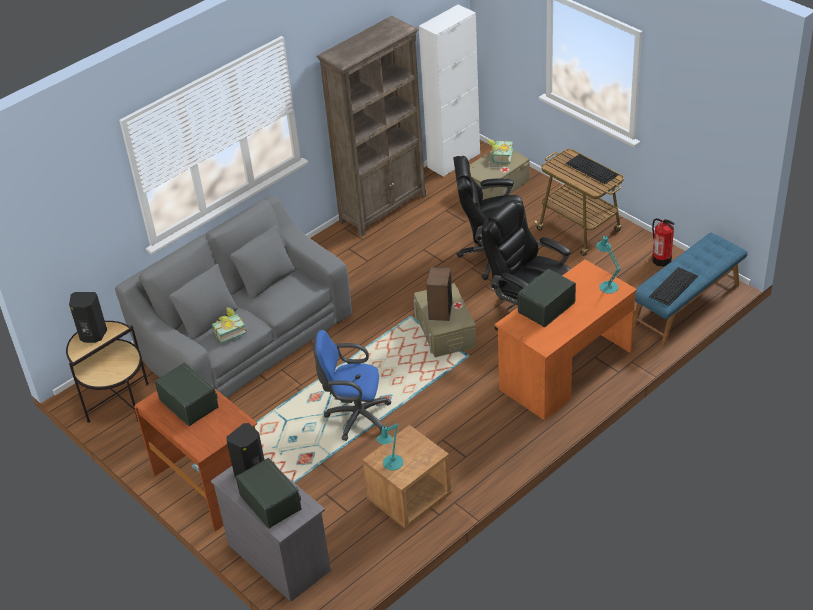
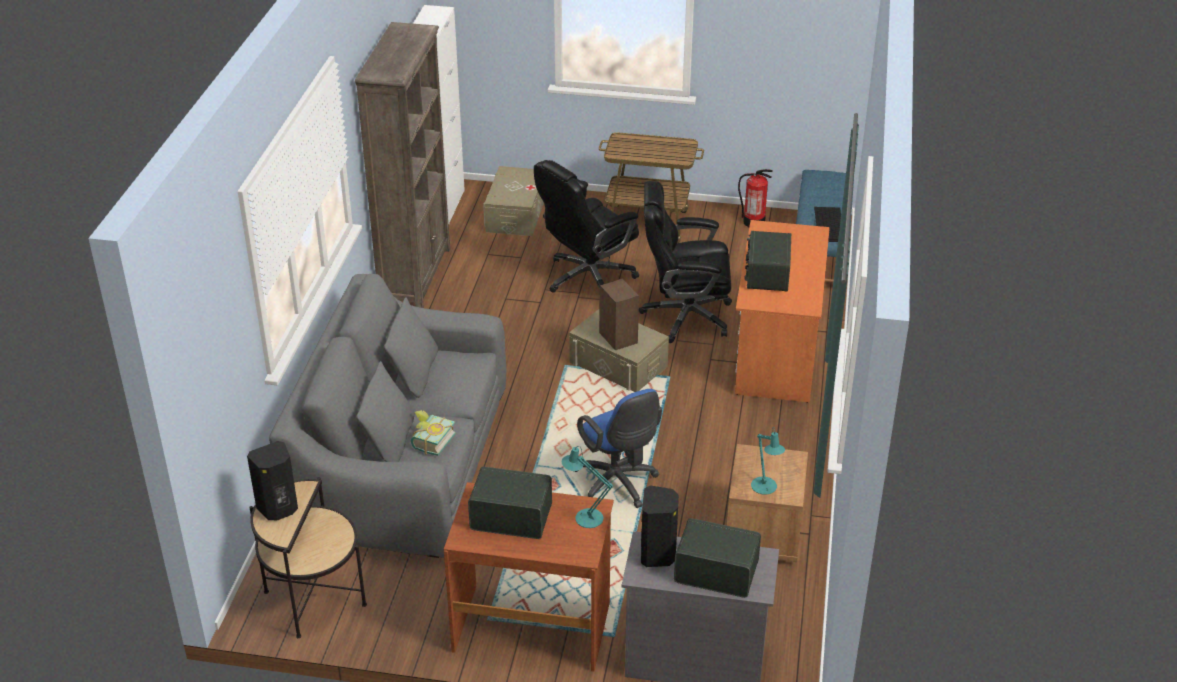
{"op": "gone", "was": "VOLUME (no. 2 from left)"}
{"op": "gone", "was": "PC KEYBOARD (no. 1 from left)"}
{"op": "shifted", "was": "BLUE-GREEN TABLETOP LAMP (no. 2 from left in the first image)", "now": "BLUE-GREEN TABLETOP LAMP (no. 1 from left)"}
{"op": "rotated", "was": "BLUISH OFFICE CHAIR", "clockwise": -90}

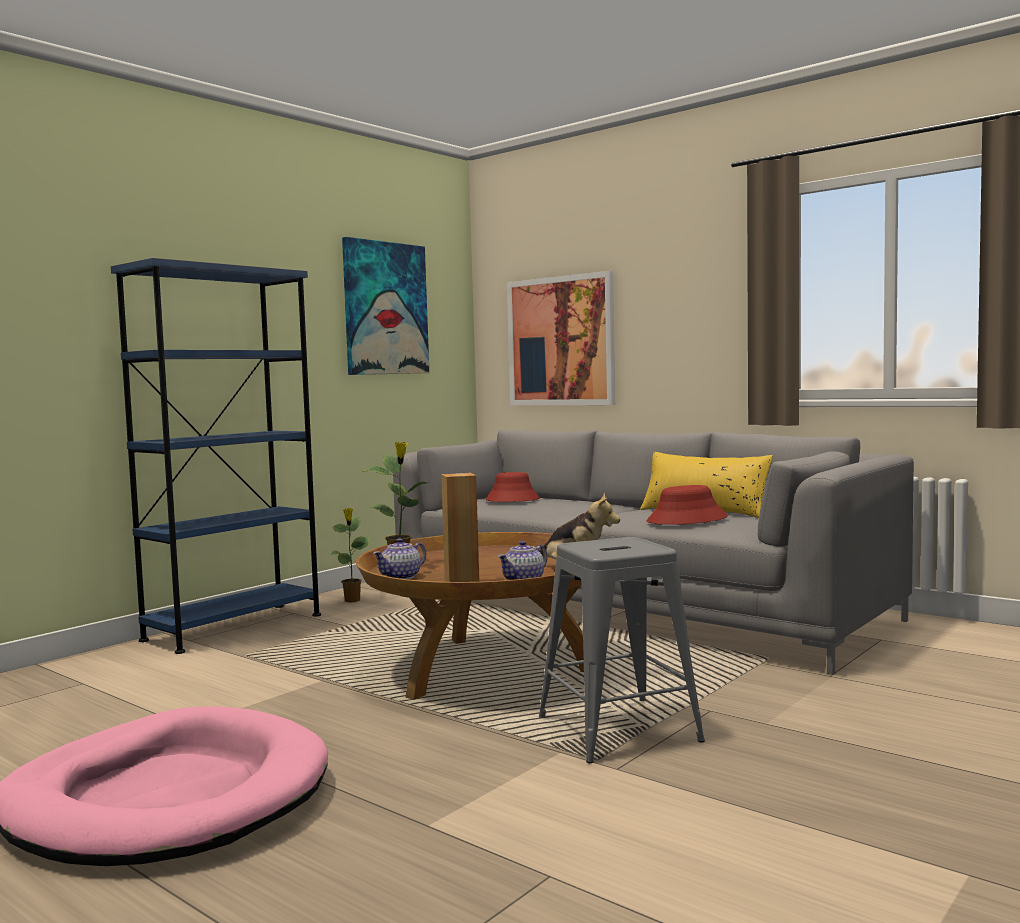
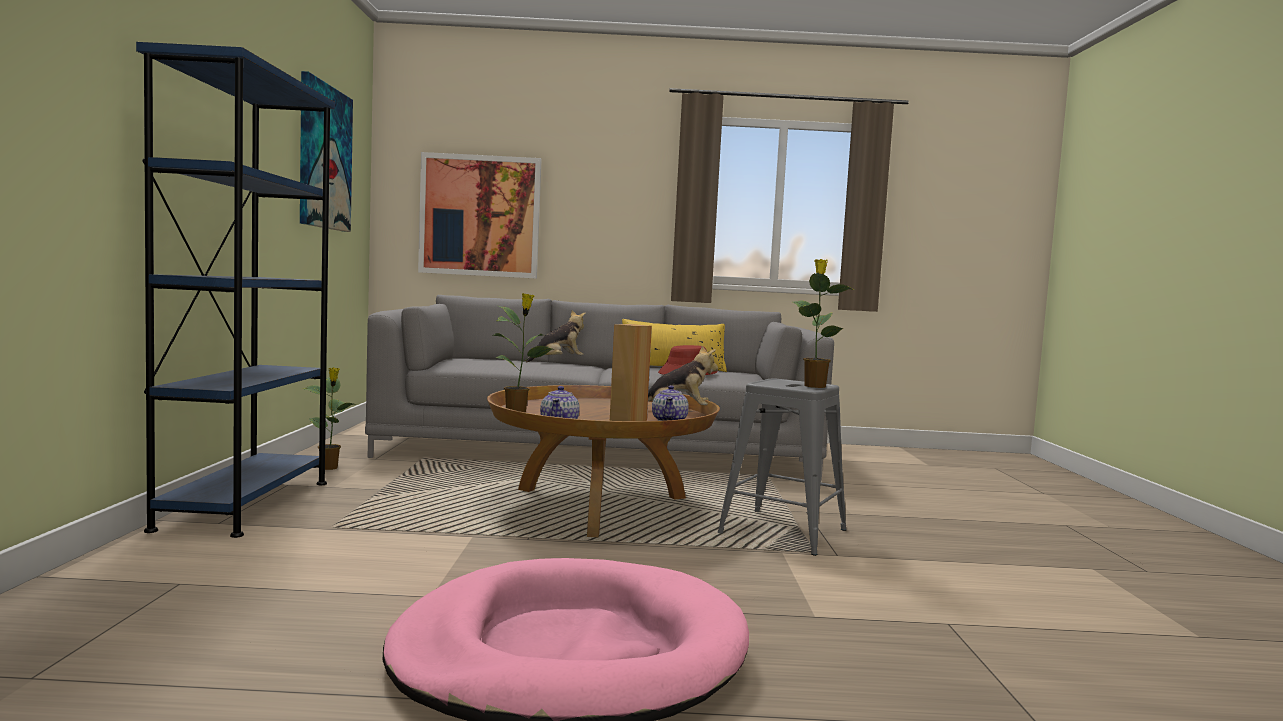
{"op": "gone", "was": "RED CLOTHING HAT (no. 1 from left)"}
{"op": "new", "now": "SOFT TOY (no. 1 from left)"}
{"op": "new", "now": "HOUSEPLANT (no. 3 from left)"}

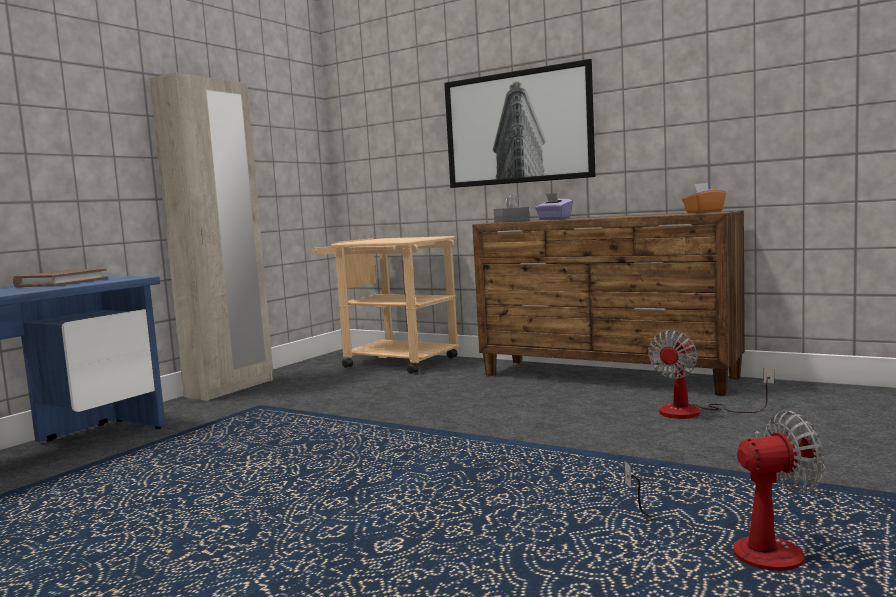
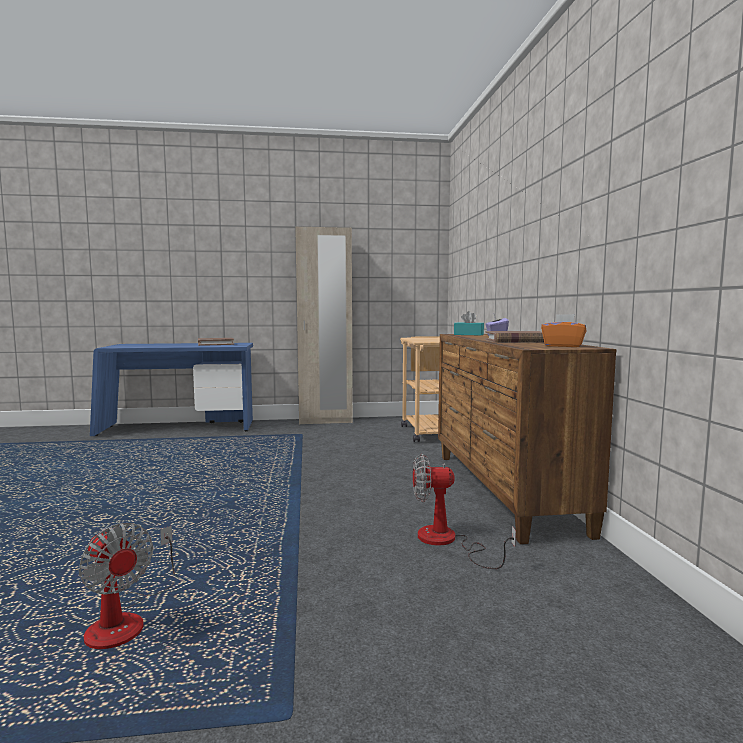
{"op": "gone", "was": "WALL ART"}
{"op": "new", "now": "BROWNISH VOLUME (no. 2 from left)"}
{"op": "repainted", "was": "GRAY BOX OF TISSUES", "now": "BLUE-GREEN BOX OF TISSUES"}

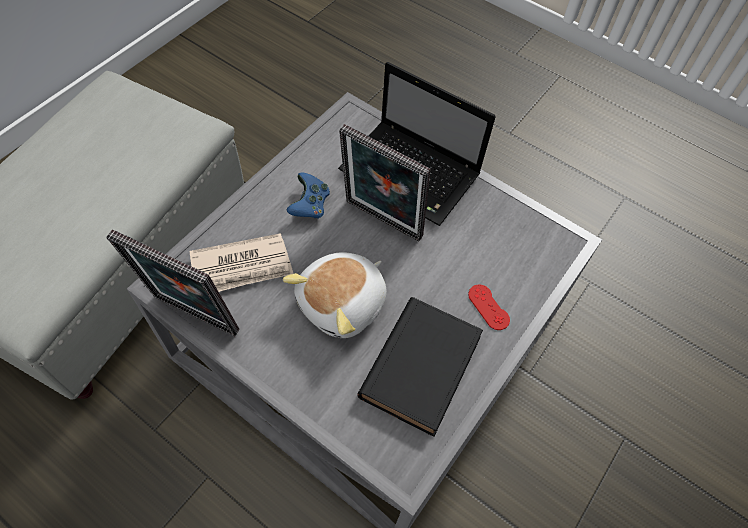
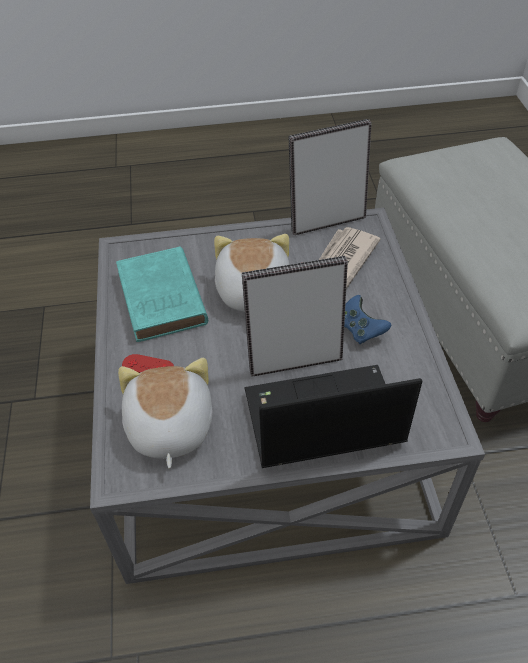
{"op": "new", "now": "SOFT TOY (no. 1 from left)"}
{"op": "repainted", "was": "BLACK-COLOURED VOLUME", "now": "BLUE-GREEN VOLUME"}

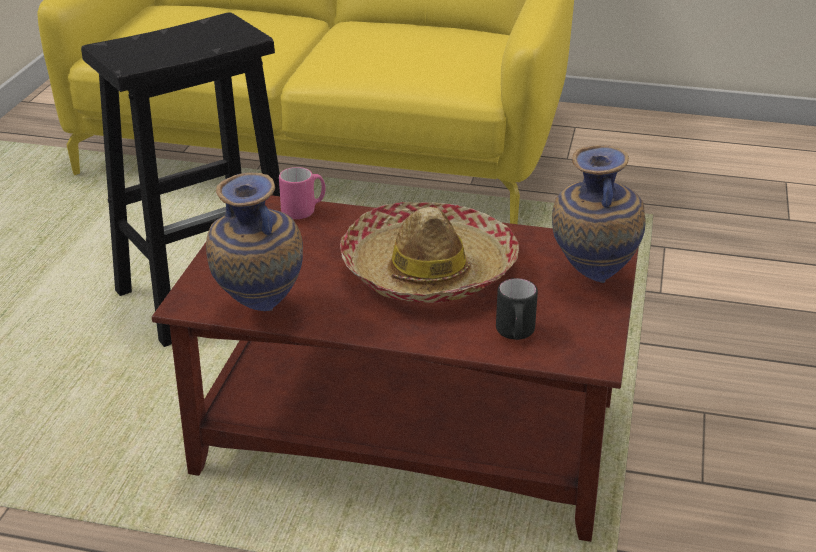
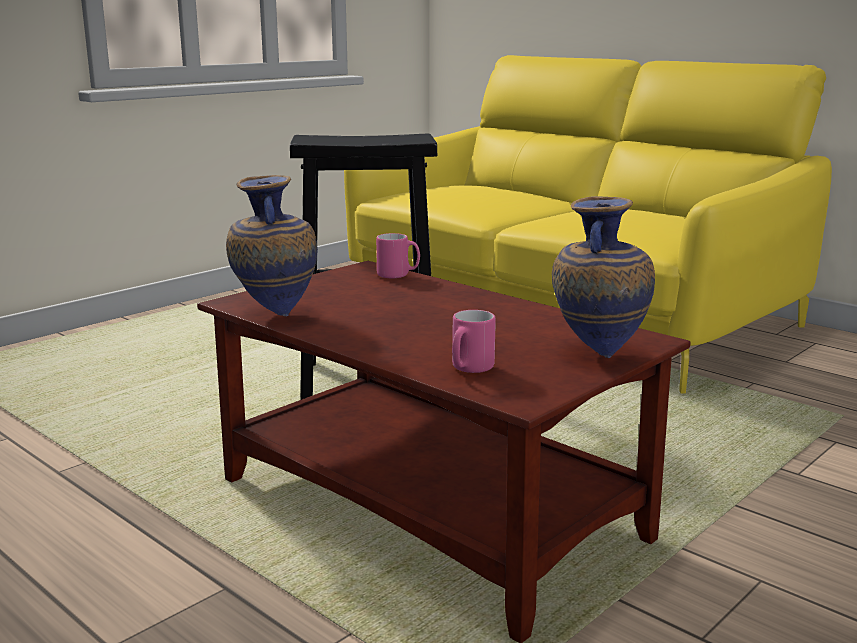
{"op": "gone", "was": "CLOTHING HAT"}
{"op": "repainted", "was": "BLACK-COLOURED TEA MUG", "now": "PINK TEA MUG (no. 2 from left)"}

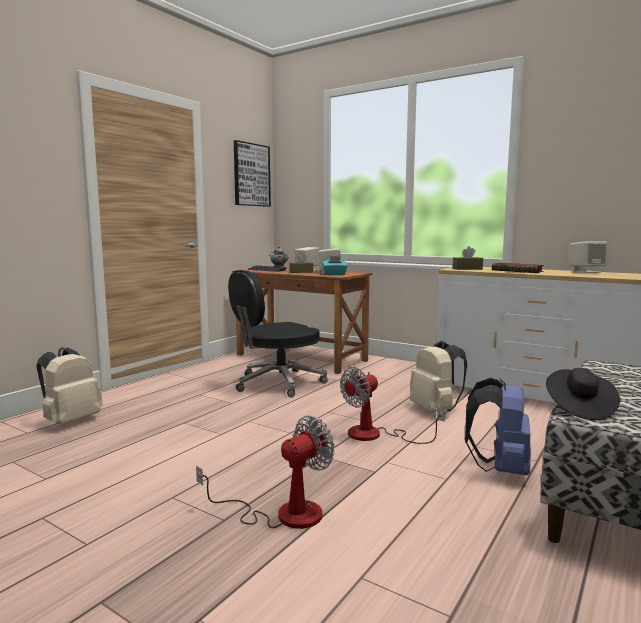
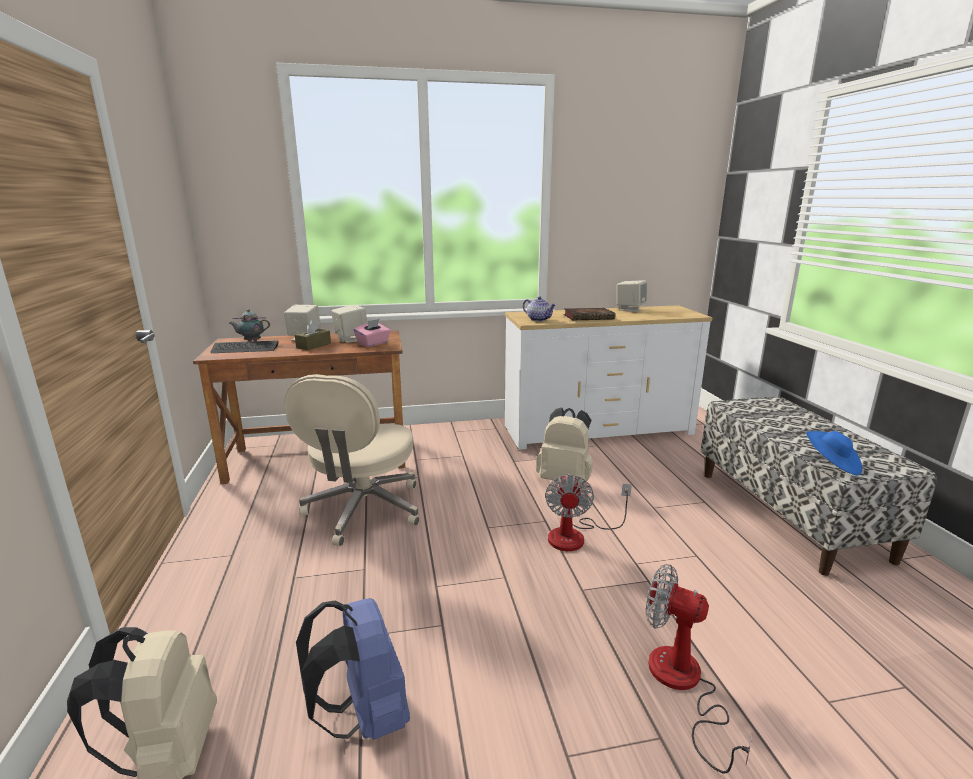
{"op": "gone", "was": "WALL ART"}
{"op": "shifted", "was": "BLUISH RUCKSACK"}
{"op": "swapped", "was": "BROWNISH BOX OF TISSUES (no. 2 from left)", "now": "TEAPOT (no. 2 from left)"}
{"op": "repainted", "was": "BLACK-COLOURED OFFICE CHAIR", "now": "BEIGE OFFICE CHAIR"}
{"op": "repainted", "was": "BLUE-GREEN BOX OF TISSUES", "now": "PINK BOX OF TISSUES"}
{"op": "repainted", "was": "BLACK-COLOURED CLOTHING HAT", "now": "BLUISH CLOTHING HAT"}
{"op": "rotated", "was": "FAN (no. 1 from left in the first image)", "clockwise": -60}

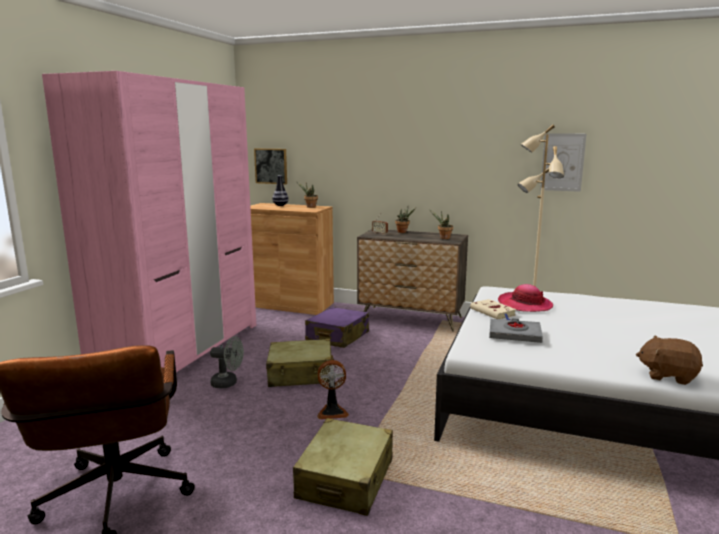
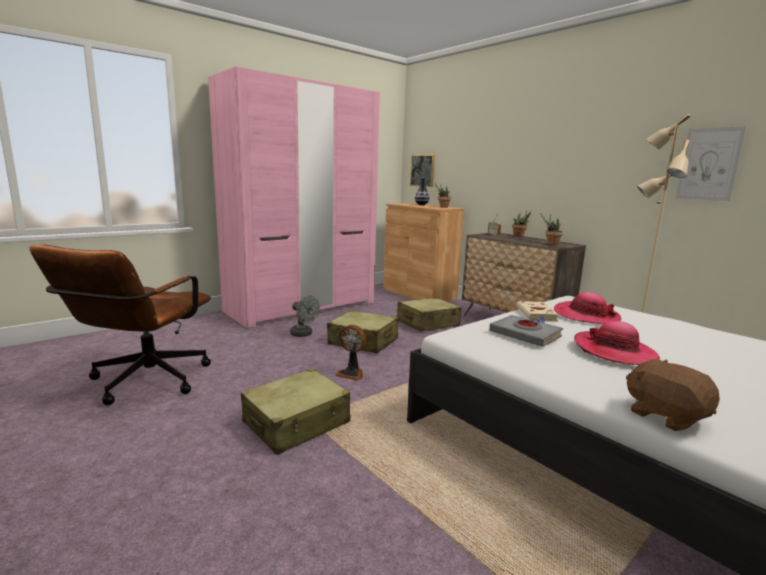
{"op": "new", "now": "CLOTHING HAT (no. 2 from left)"}
{"op": "repainted", "was": "PURPLISH SUITCASE", "now": "BEIGE SUITCASE (no. 3 from left)"}

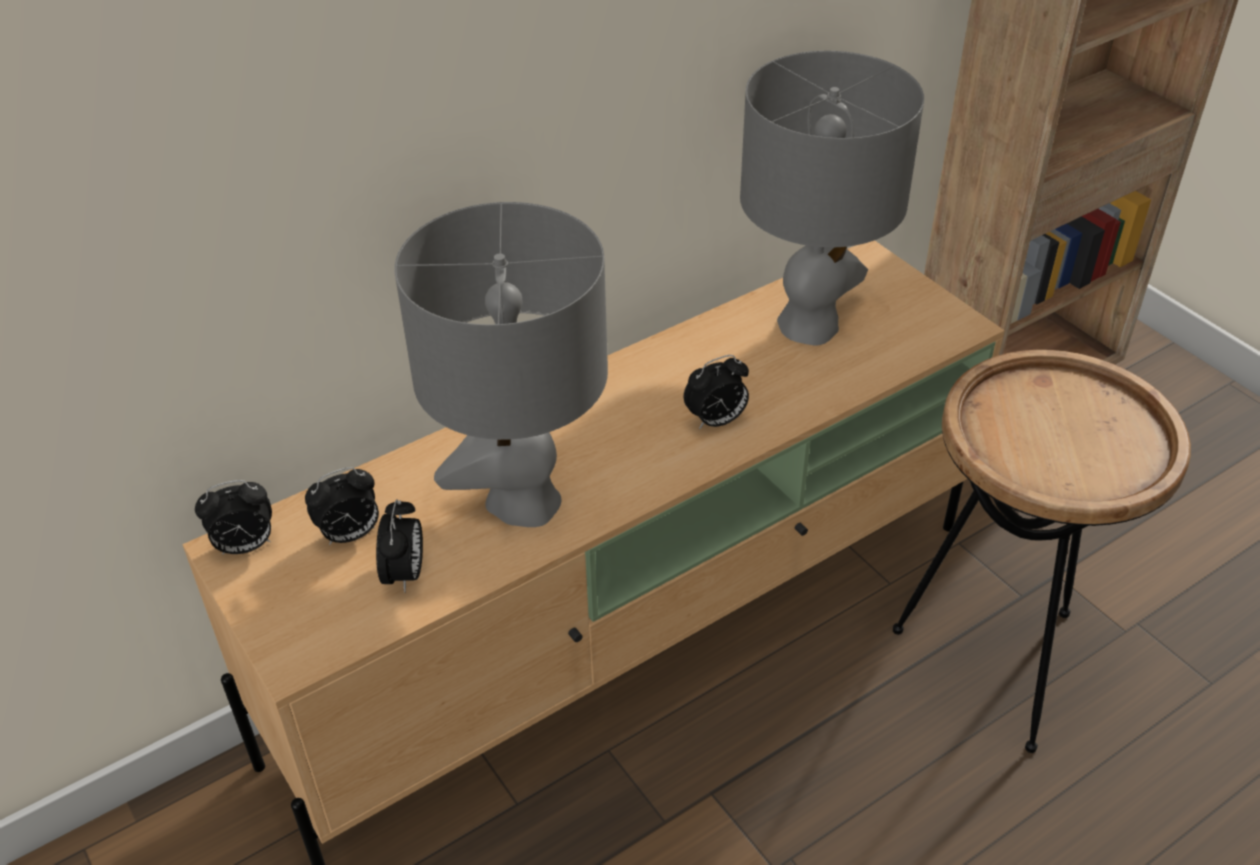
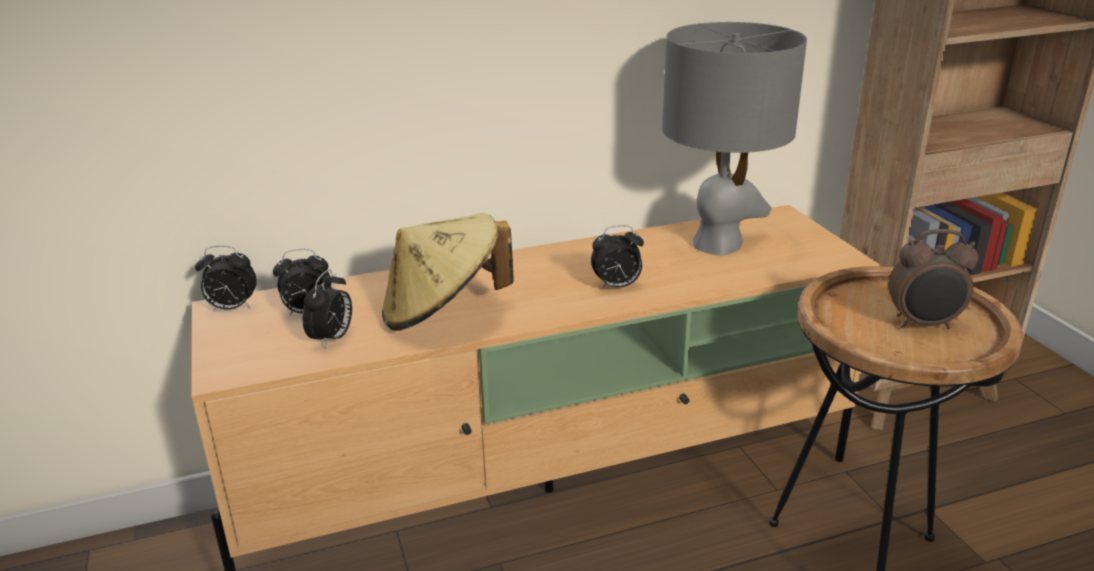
{"op": "new", "now": "BEDSIDE CLOCK (no. 5 from left)"}
{"op": "swapped", "was": "GRAY TABLETOP LAMP (no. 1 from left)", "now": "BEIGE CLOTHING HAT"}

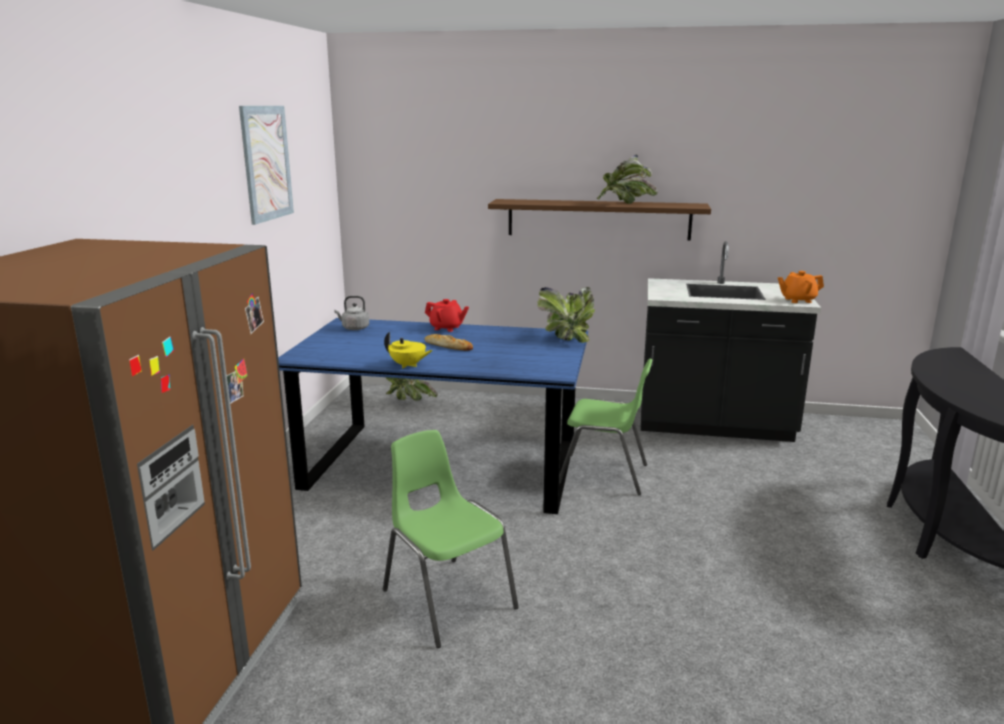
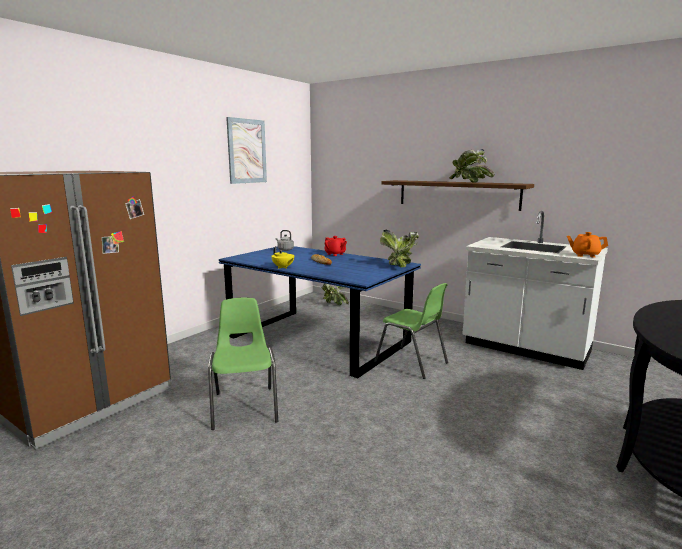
{"op": "repainted", "was": "BLACK-COLOURED KITCHEN COUNTER", "now": "WHITE KITCHEN COUNTER"}

